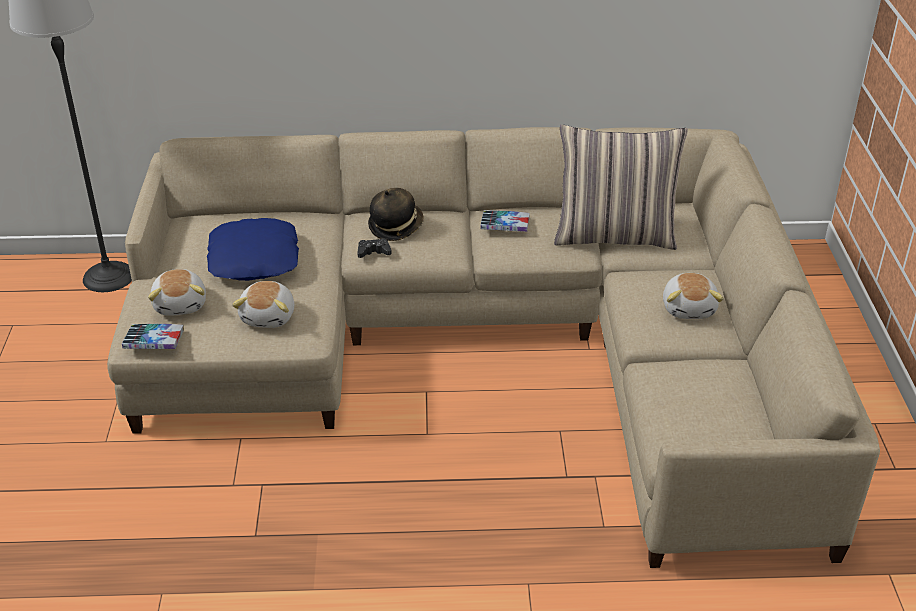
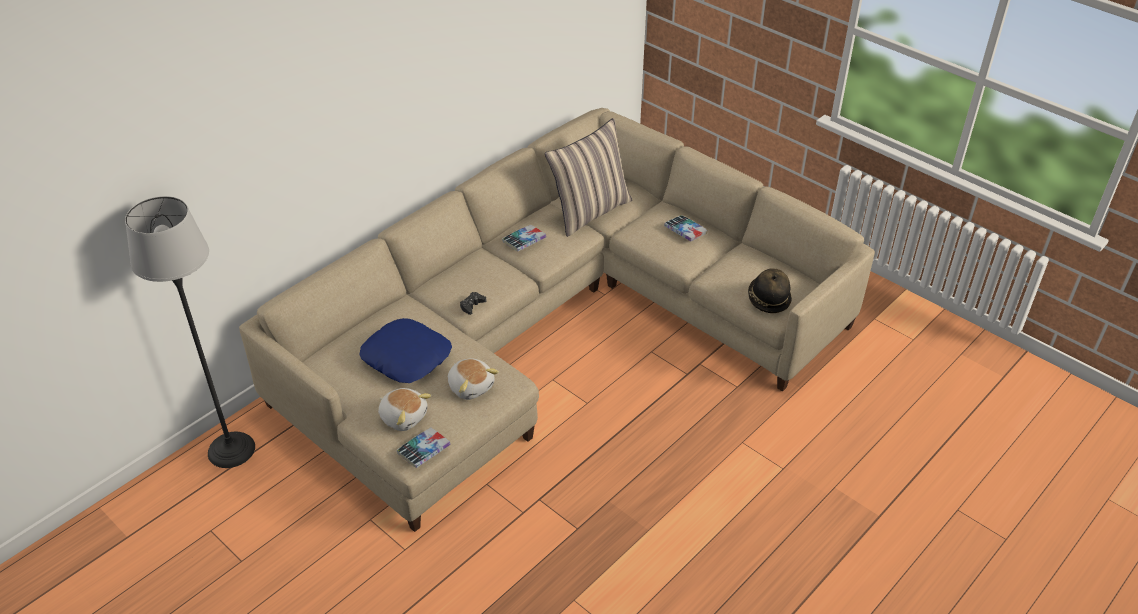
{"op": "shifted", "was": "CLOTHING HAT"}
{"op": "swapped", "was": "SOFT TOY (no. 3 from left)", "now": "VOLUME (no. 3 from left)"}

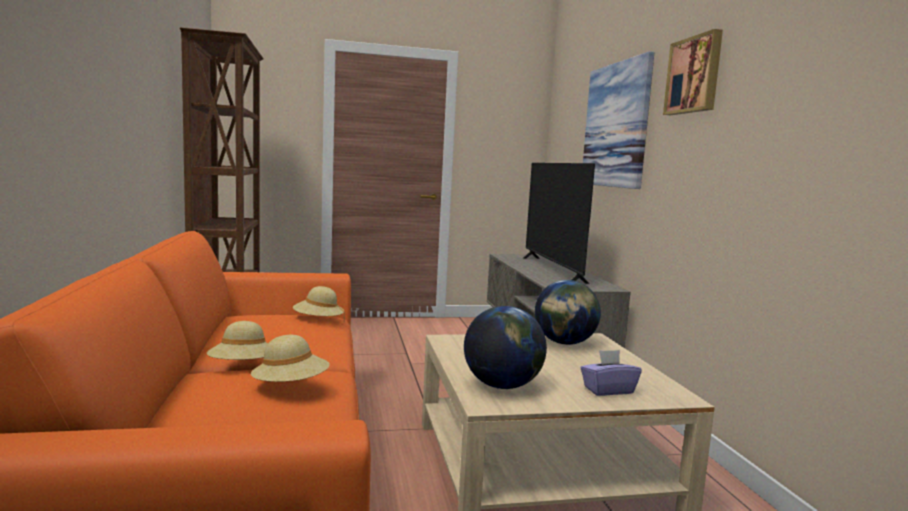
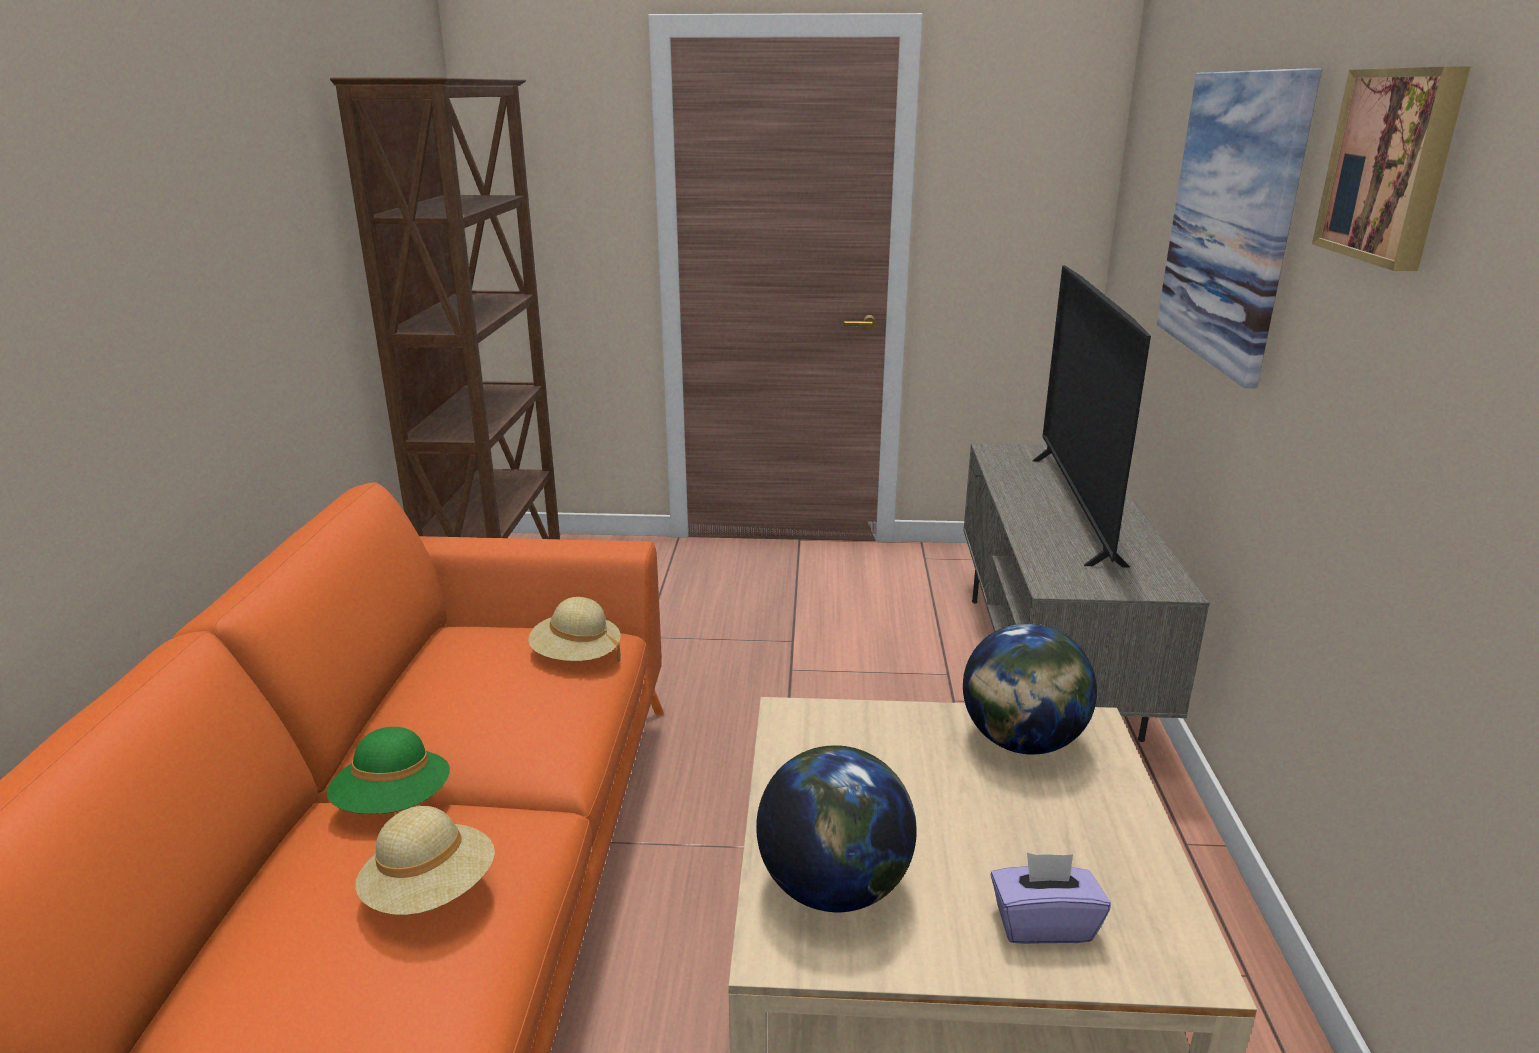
{"op": "repainted", "was": "BEIGE CLOTHING HAT (no. 1 from left)", "now": "GREEN CLOTHING HAT"}

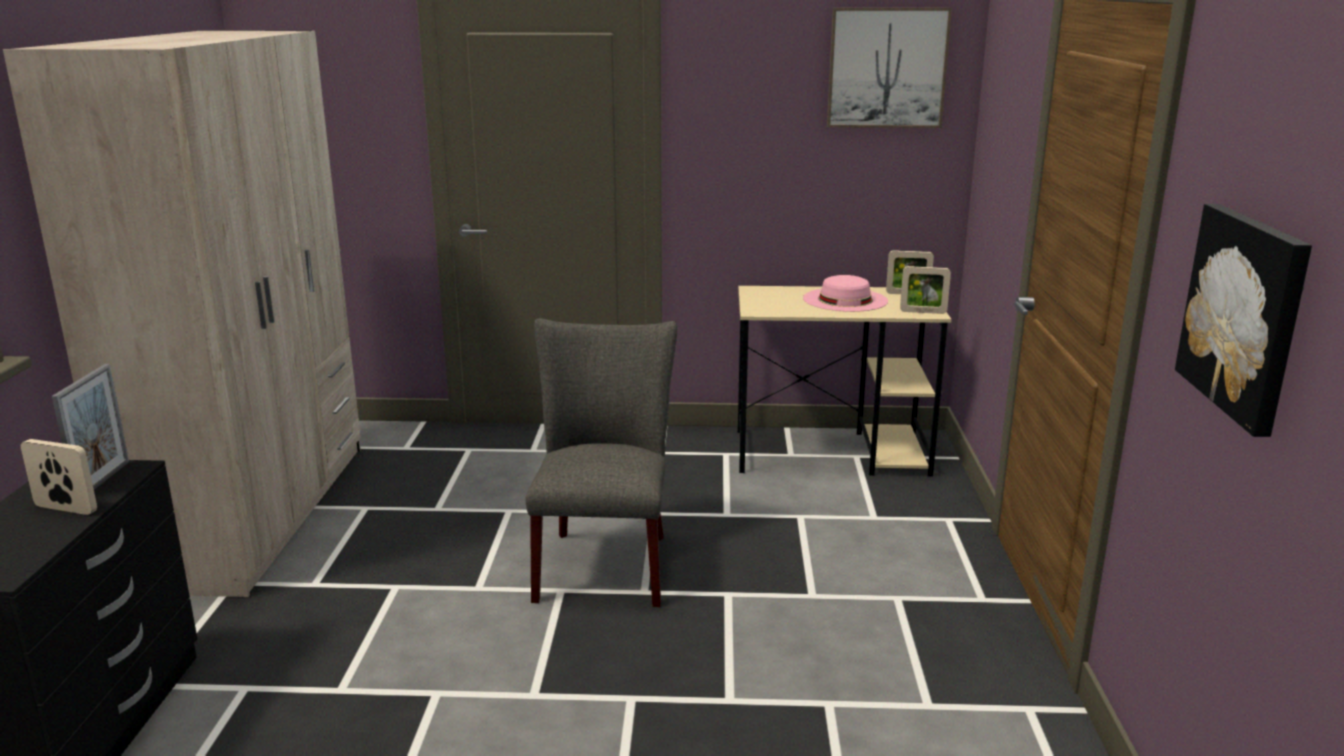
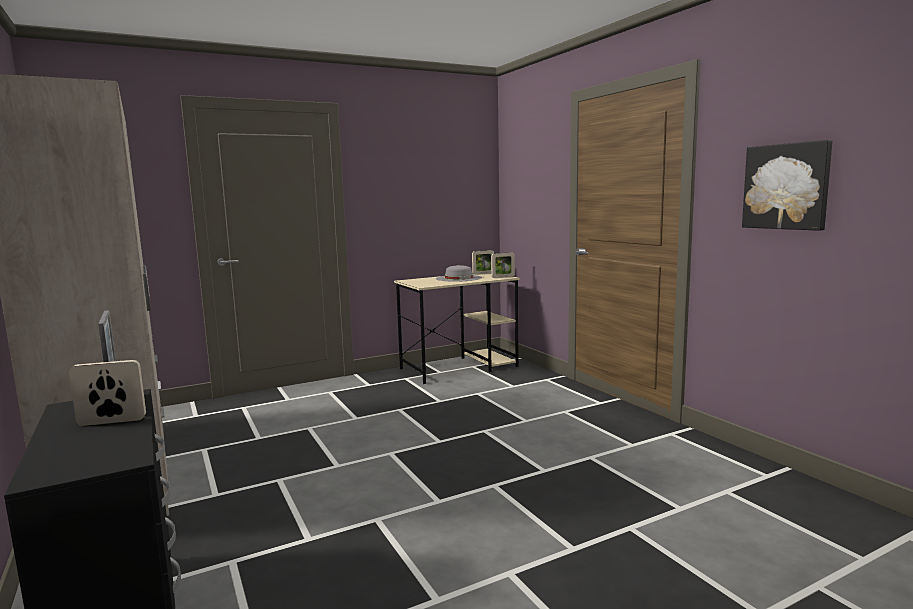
{"op": "gone", "was": "GRAY UPRIGHT CHAIR"}
{"op": "gone", "was": "WALL ART (no. 1 from left)"}
{"op": "repainted", "was": "PINK CLOTHING HAT", "now": "GRAY CLOTHING HAT"}

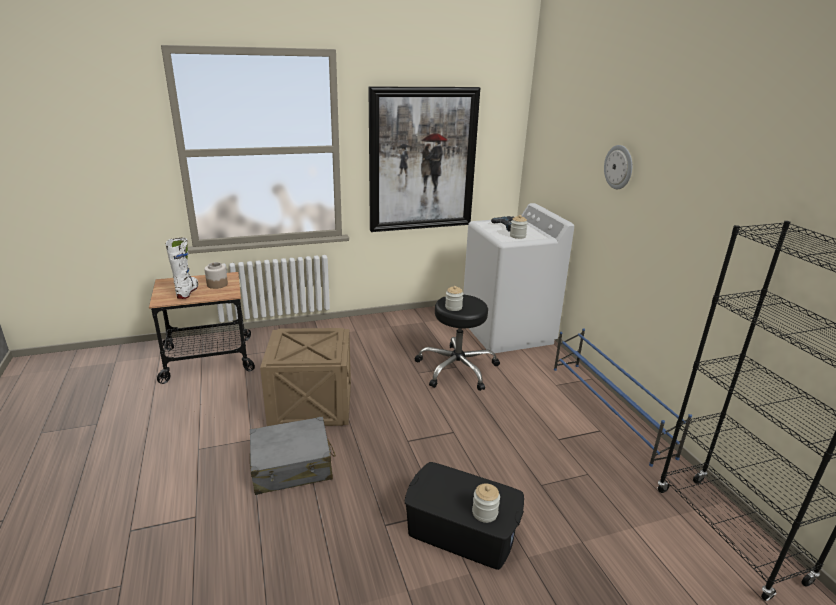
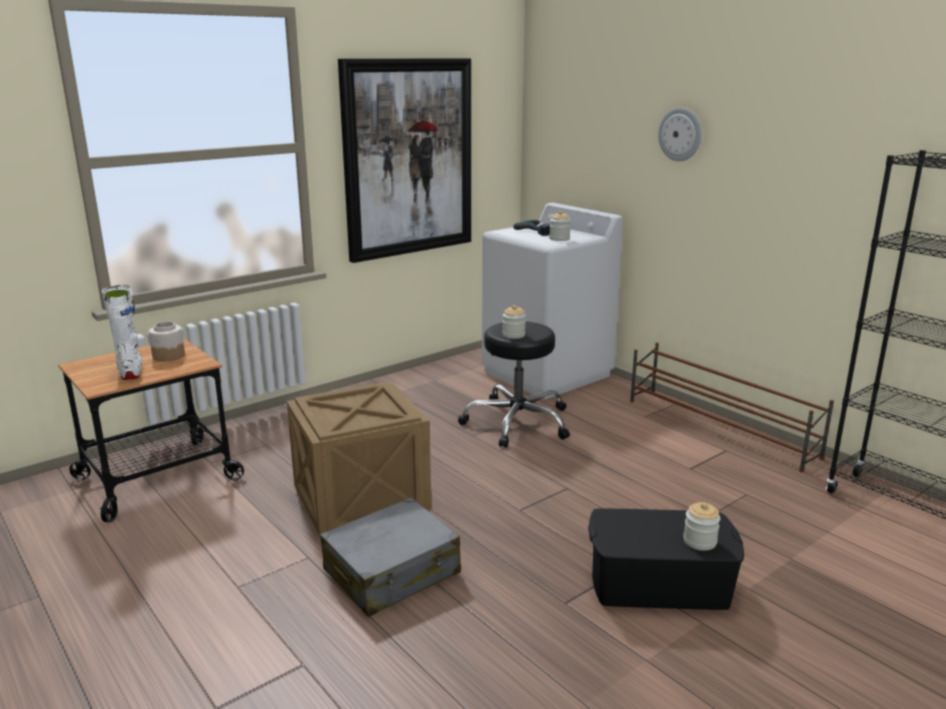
{"op": "repainted", "was": "BLUISH SHOE STAND", "now": "BROWNISH SHOE STAND"}

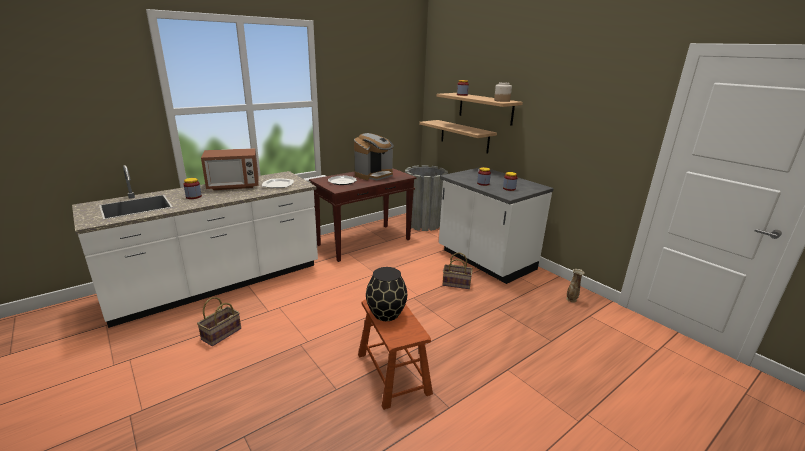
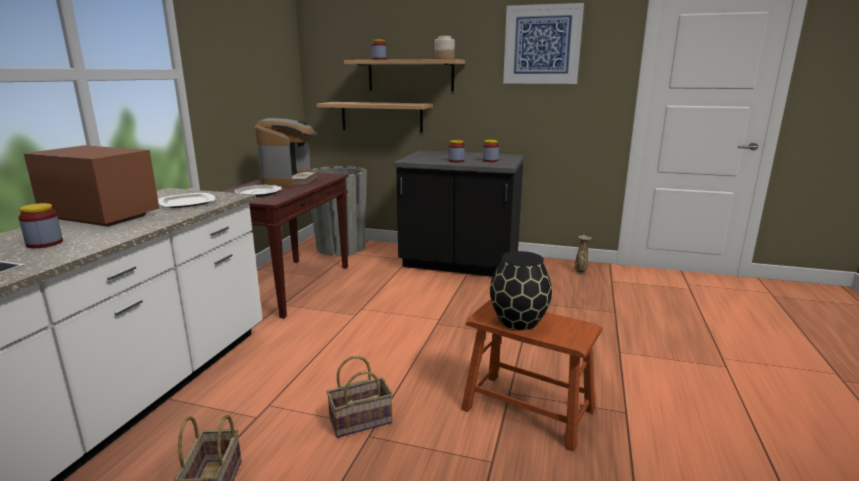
{"op": "new", "now": "WALL ART"}
{"op": "shifted", "was": "HOUSEHOLD BASKET (no. 2 from left)"}
{"op": "repainted", "was": "WHITE KITCHEN COUNTER (no. 2 from left)", "now": "BLACK-COLOURED KITCHEN COUNTER"}
{"op": "rotated", "was": "MICROWAVE OVEN", "clockwise": -105}

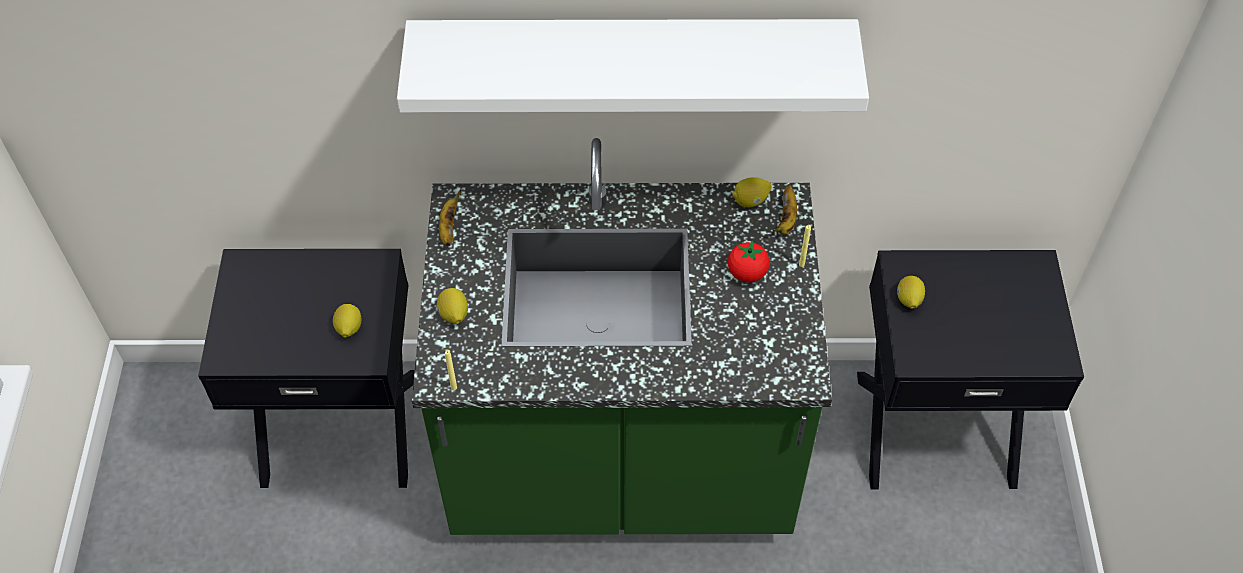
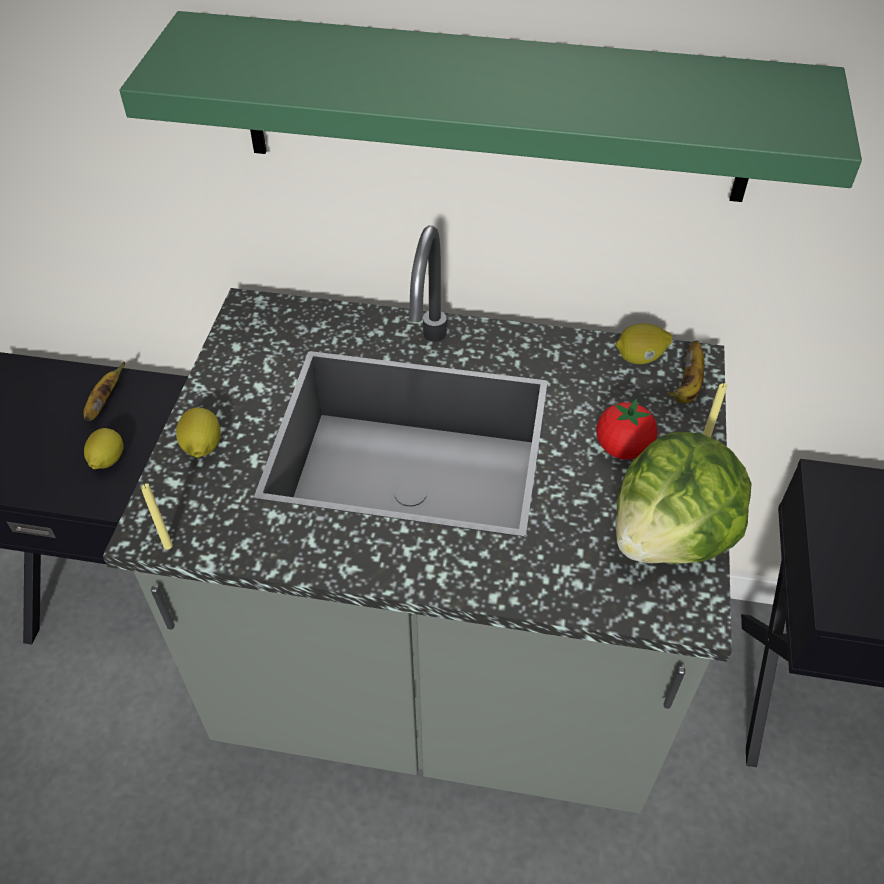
{"op": "gone", "was": "CITRUS FRUIT (no. 4 from left)"}
{"op": "new", "now": "LETTUCE HEAD"}
{"op": "shifted", "was": "BANANA FRUIT (no. 1 from left)"}
{"op": "repainted", "was": "WHITE WALL SHELF", "now": "GREEN WALL SHELF"}
{"op": "repainted", "was": "GREEN KITCHEN COUNTER", "now": "GRAY KITCHEN COUNTER"}

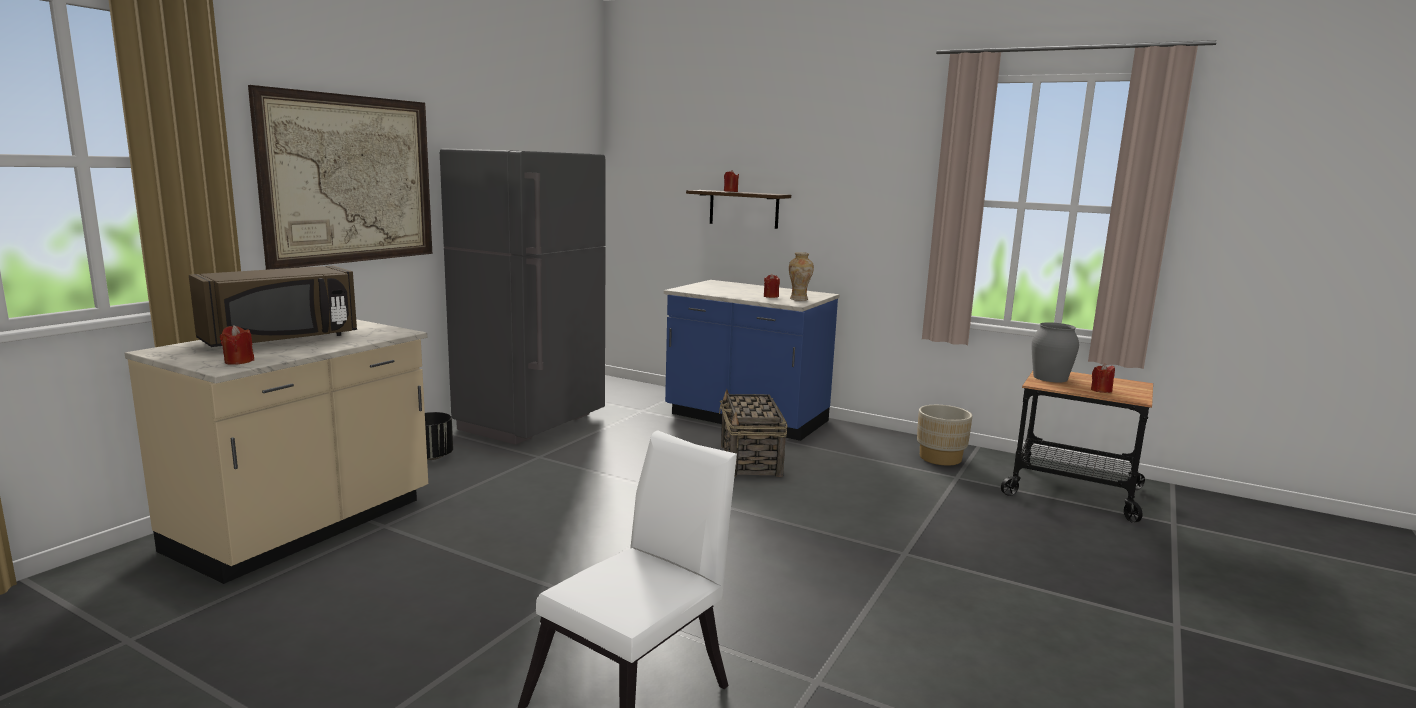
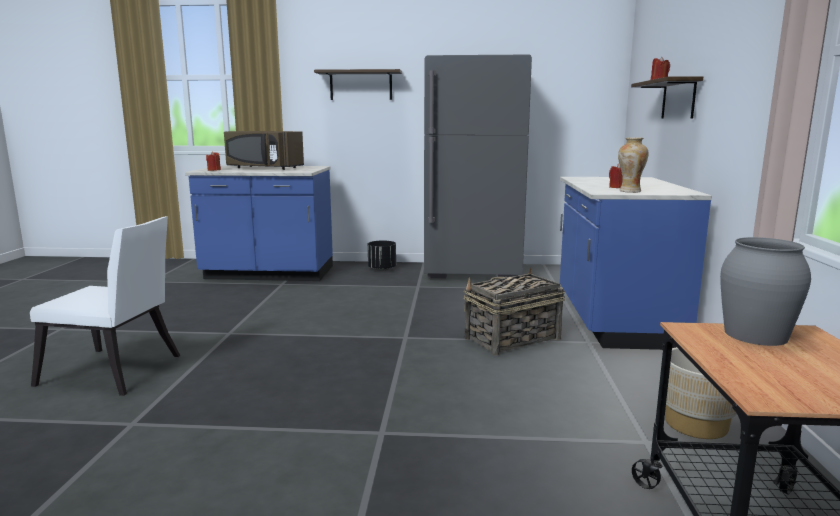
{"op": "gone", "was": "RED WAX CANDLE (no. 4 from left)"}
{"op": "swapped", "was": "WALL ART", "now": "WALL SHELF (no. 1 from left)"}
{"op": "repainted", "was": "BEIGE KITCHEN COUNTER", "now": "BLUISH KITCHEN COUNTER (no. 1 from left)"}

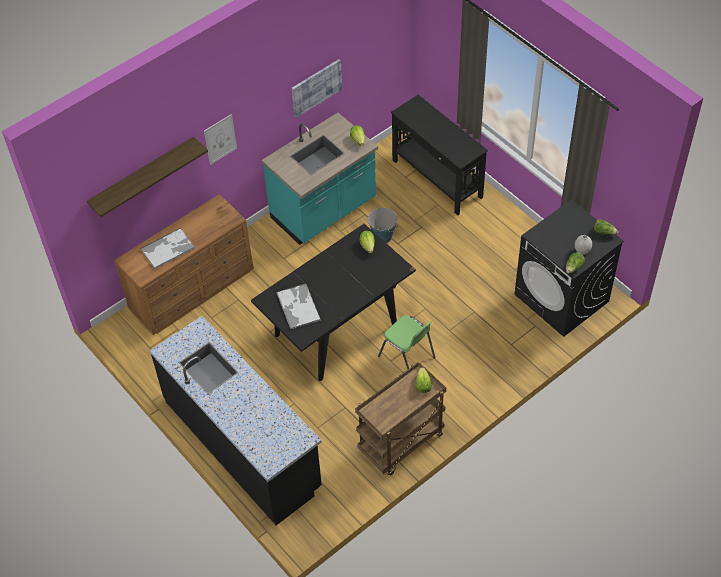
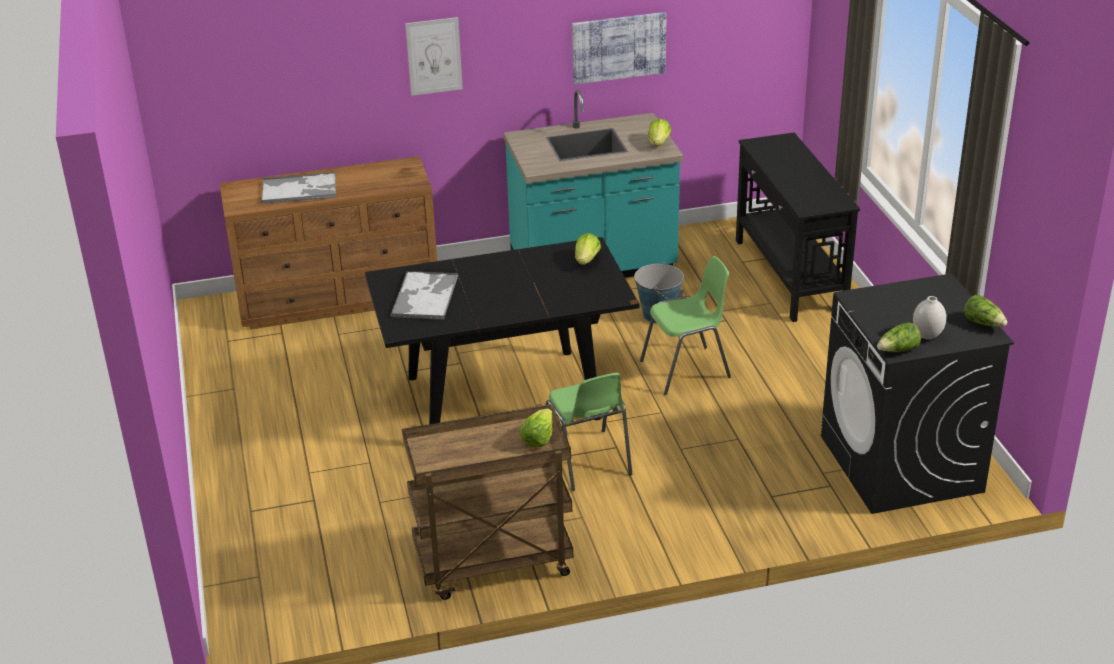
{"op": "gone", "was": "WALL SHELF"}
{"op": "gone", "was": "BLACK-COLOURED KITCHEN COUNTER"}
{"op": "new", "now": "GREEN UPRIGHT CHAIR (no. 2 from left)"}

